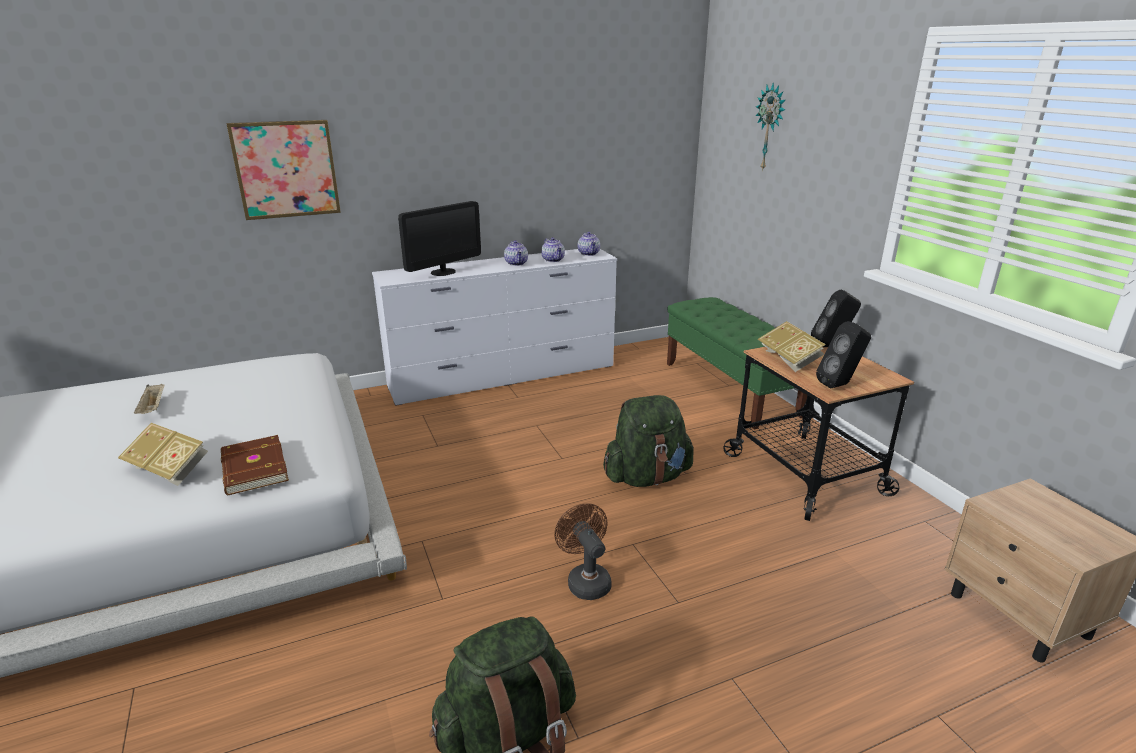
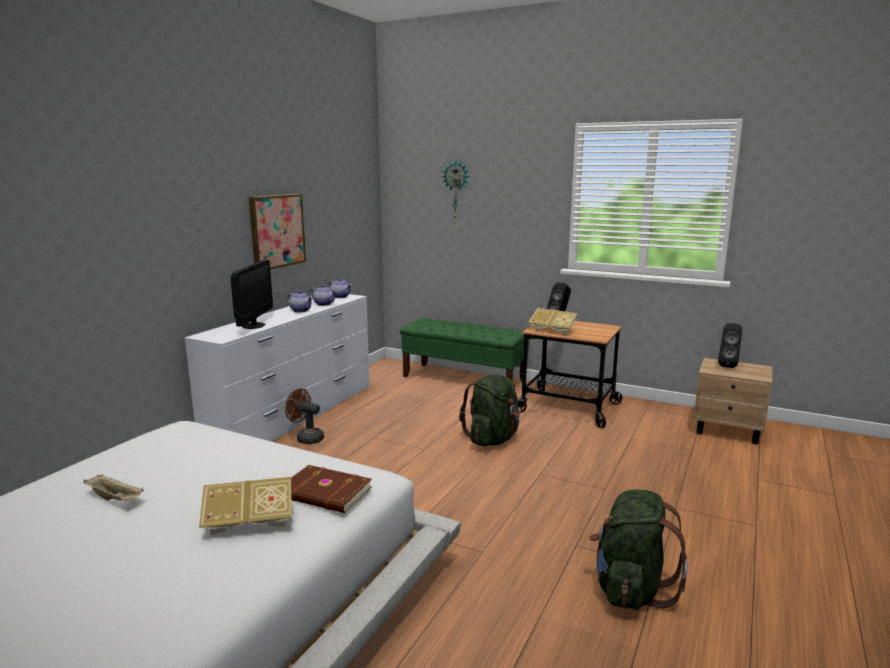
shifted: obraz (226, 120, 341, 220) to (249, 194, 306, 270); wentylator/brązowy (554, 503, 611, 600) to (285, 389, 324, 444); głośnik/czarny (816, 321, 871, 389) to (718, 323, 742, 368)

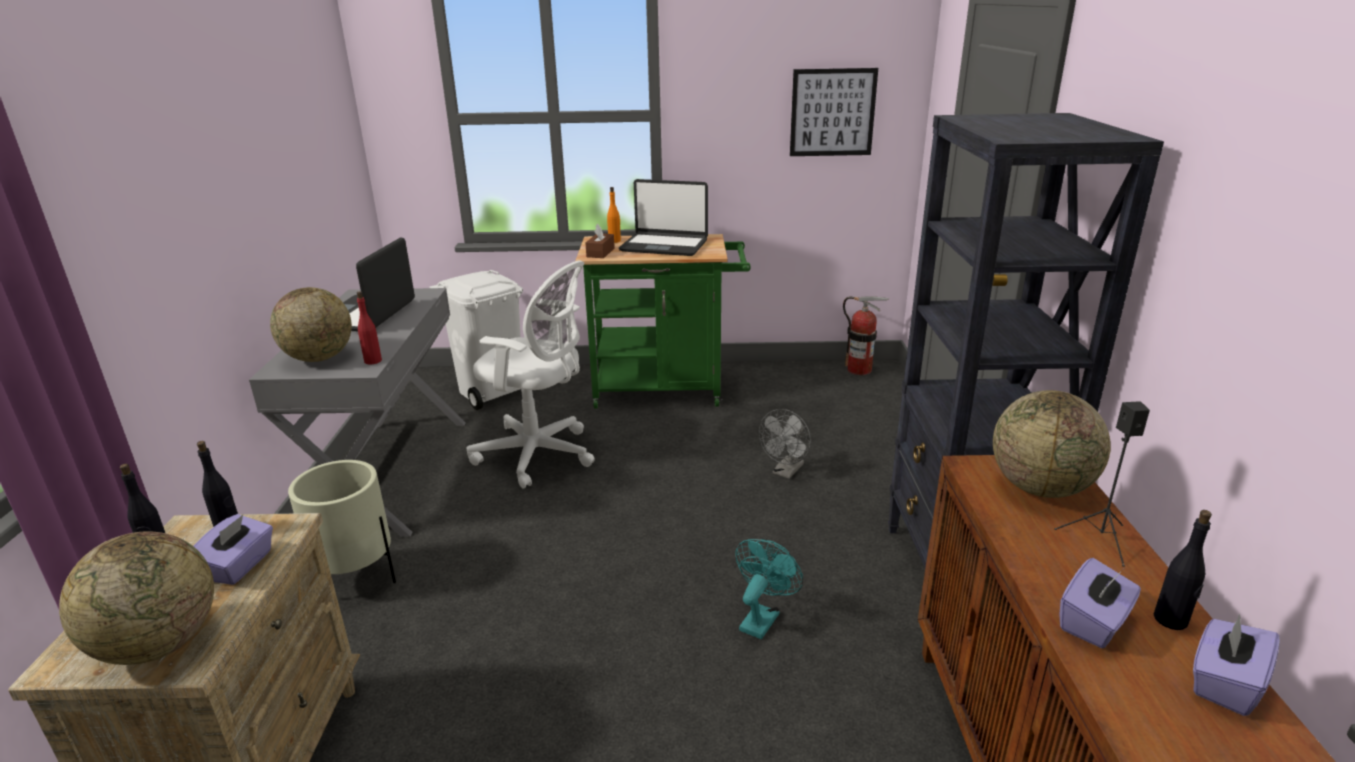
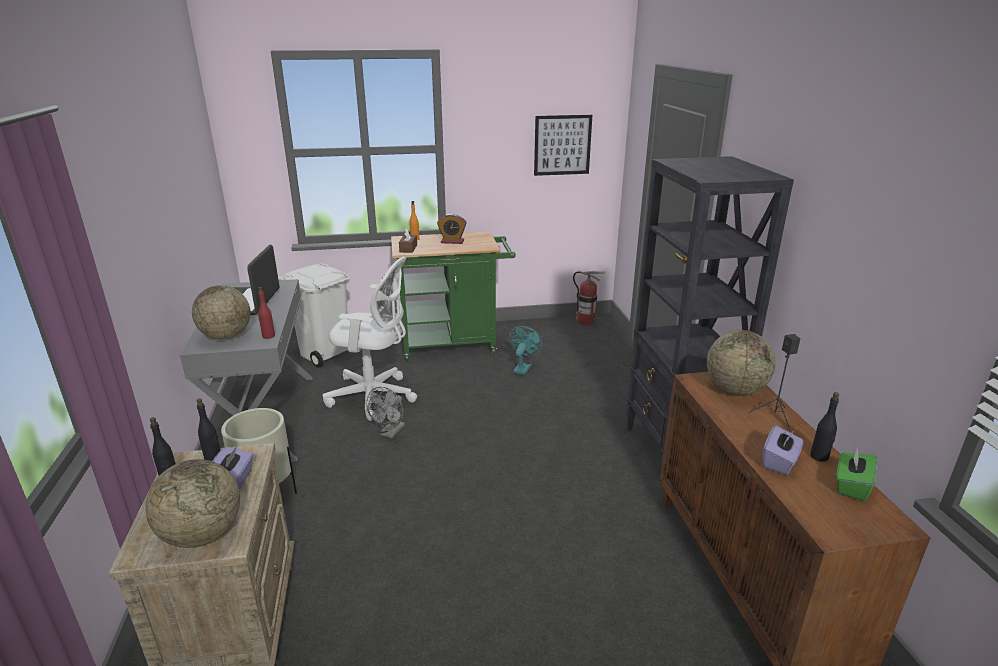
shifted: wentylator/turkusowy (735, 539, 803, 639) to (509, 326, 543, 375); wentylator/szary (759, 409, 811, 479) to (366, 387, 405, 438)
swapped: laptop (619, 179, 708, 256) to budzik (437, 214, 466, 244)
repainted: pudełko chusteczek/fioletowy (1193, 614, 1280, 716) to pudełko chusteczek/zielony (836, 447, 878, 501)

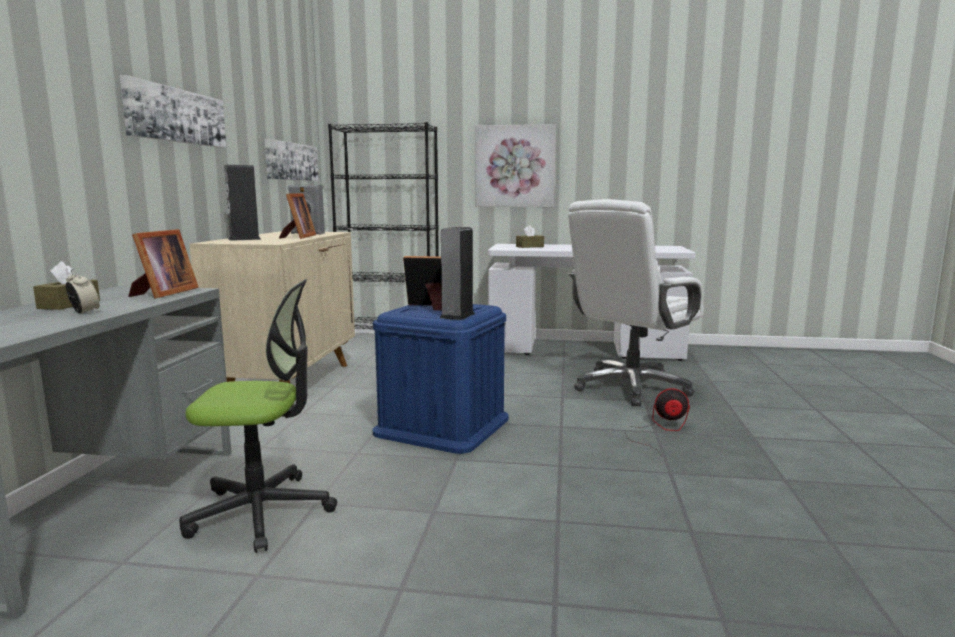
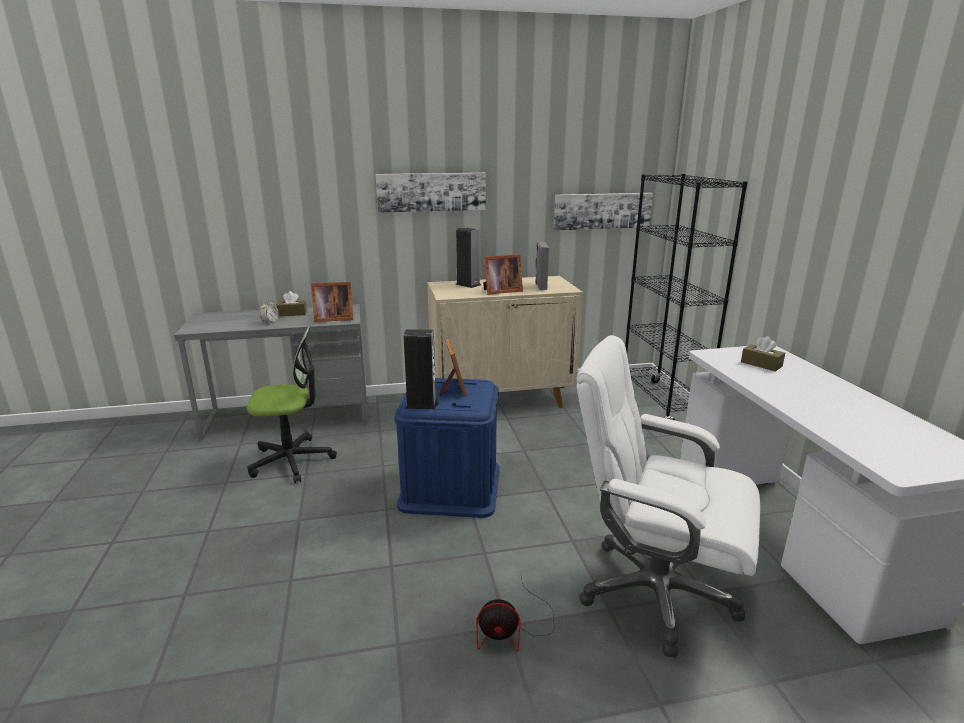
gone: obraz (475, 124, 556, 207)
rotated: krzesło biurowe (179, 279, 337, 553) = (247, 326, 337, 483) 75 degrees counterclockwise; wentylator (625, 388, 690, 457) = (477, 583, 554, 651) 105 degrees clockwise

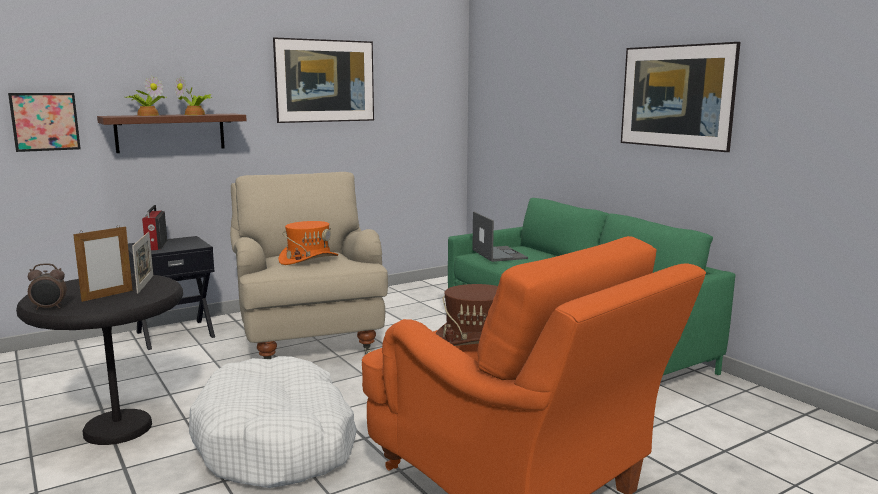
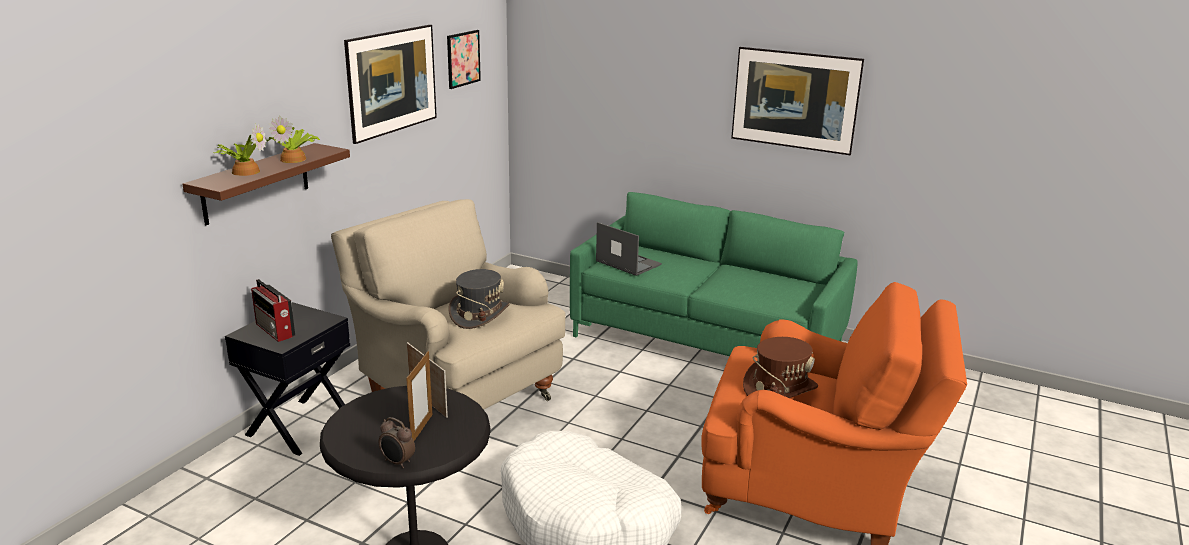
shifted: obraz (8, 93, 81, 152) to (447, 30, 481, 89)
repainted: kapelusz/pomarańczowy (278, 221, 338, 265) to kapelusz/szary (448, 269, 510, 329)
rotated: budzik (28, 263, 67, 310) = (378, 417, 415, 468) 75 degrees clockwise

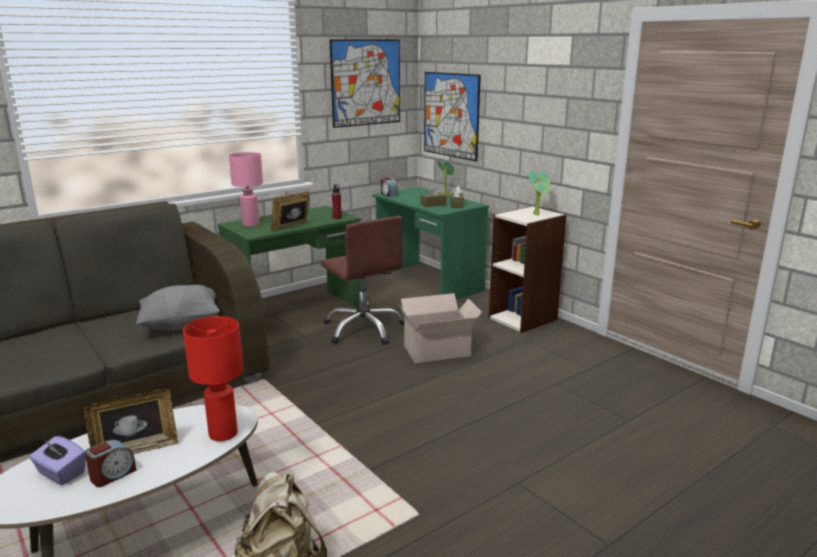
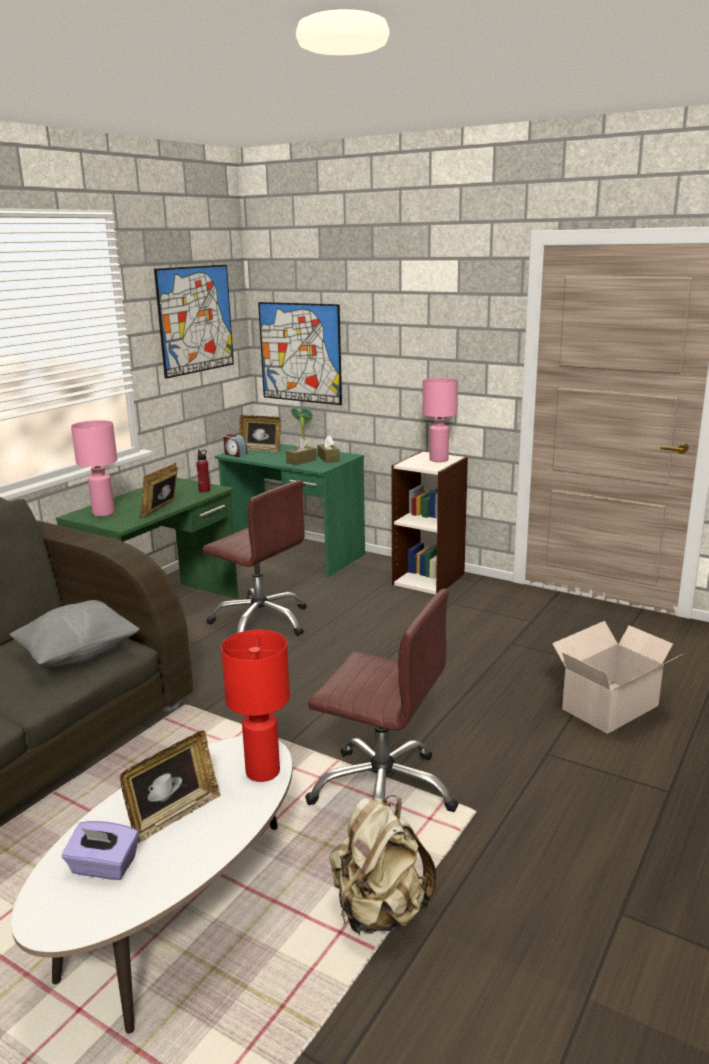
gone: budzik (85, 440, 137, 487)
new: ramka na zdjęcie (239, 415, 281, 452); krzesło biurowe/brązowy (305, 588, 458, 812)
shifted: karton (398, 293, 482, 363) to (552, 621, 683, 734)
swapped: roślina doniczkowa (529, 170, 550, 215) to lampa stołowa/różowy (422, 378, 458, 462)

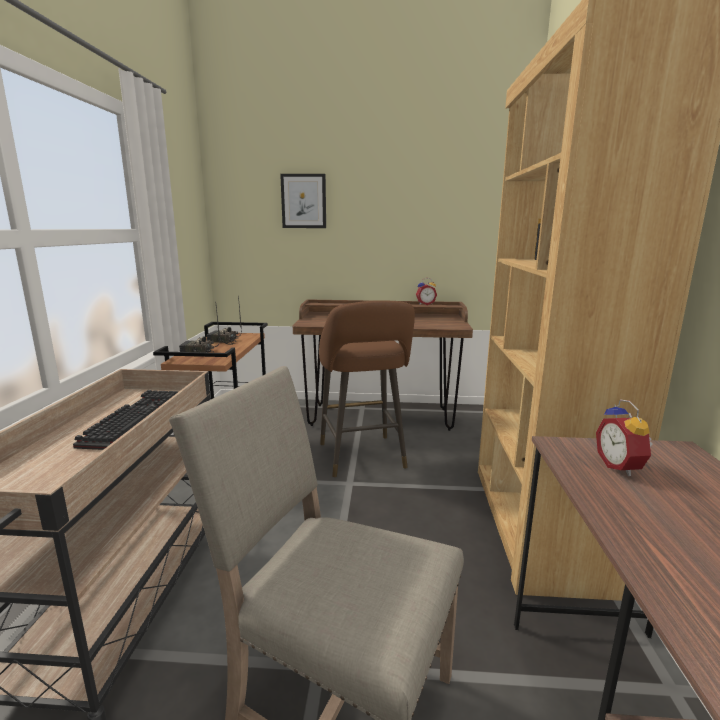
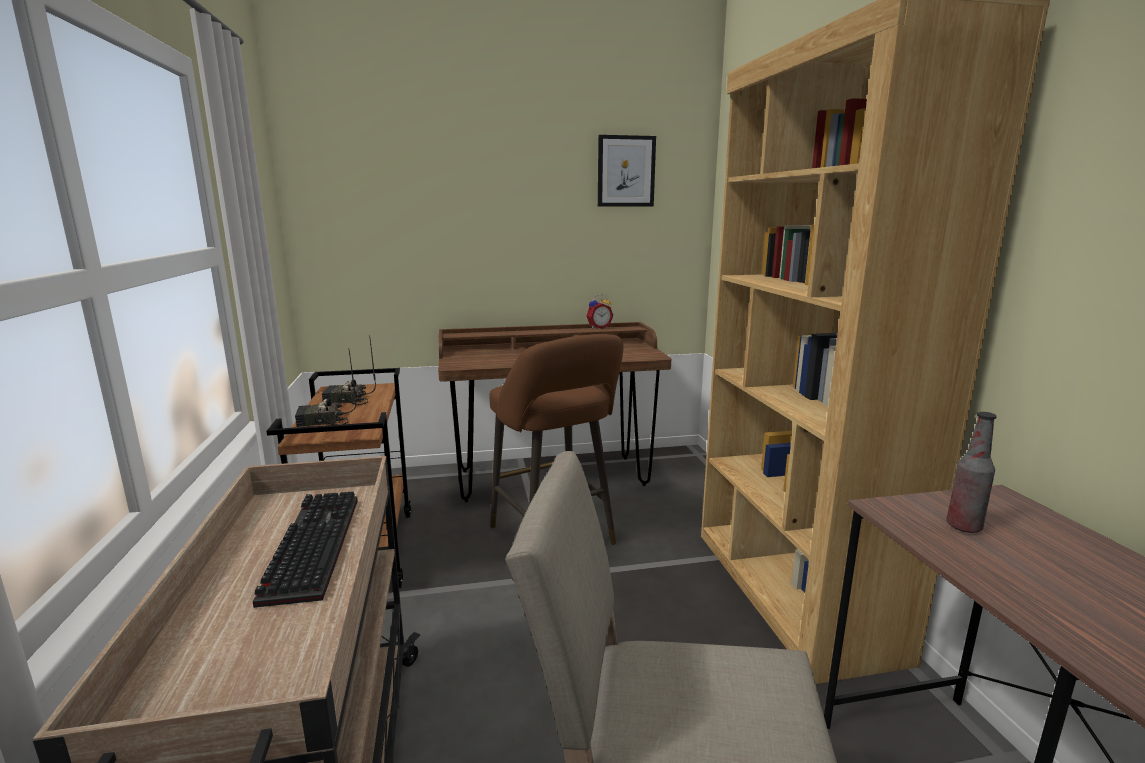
shifted: obraz (280, 174, 326, 228) to (598, 135, 656, 206)
swapped: budzik (596, 400, 652, 476) to butelka (946, 412, 997, 533)

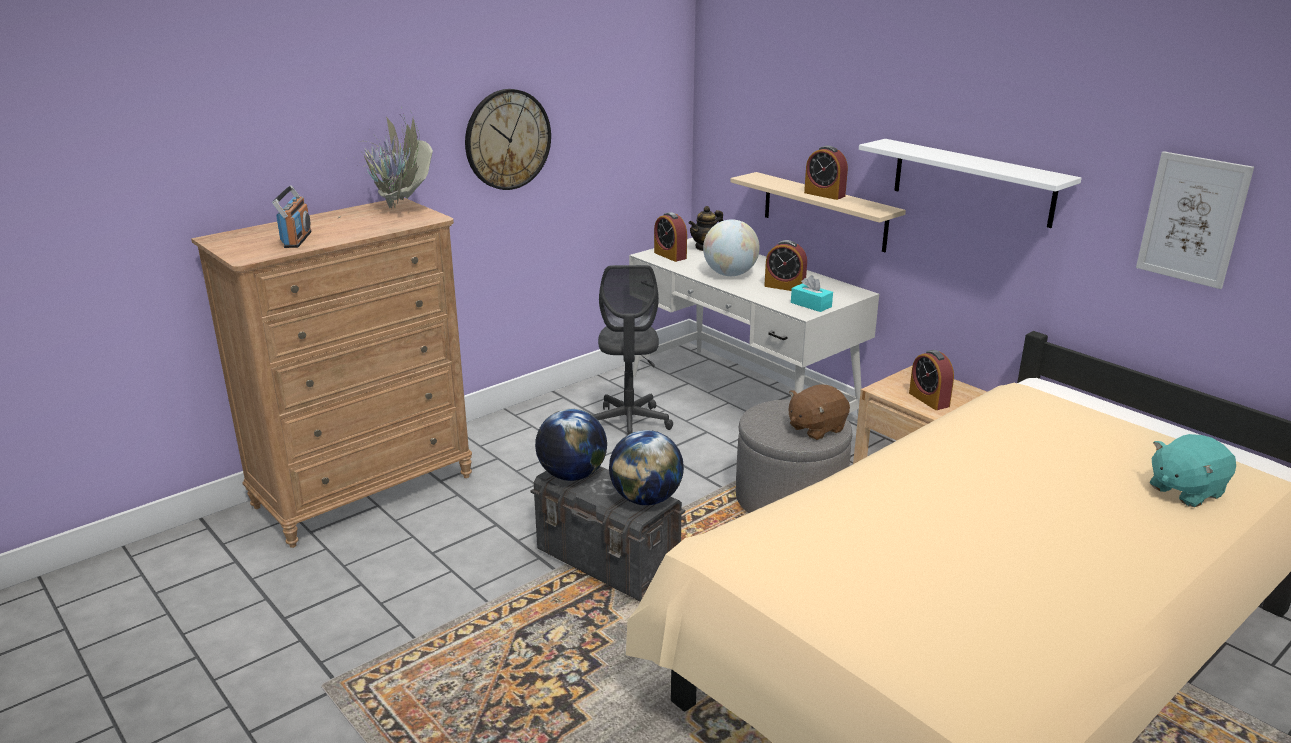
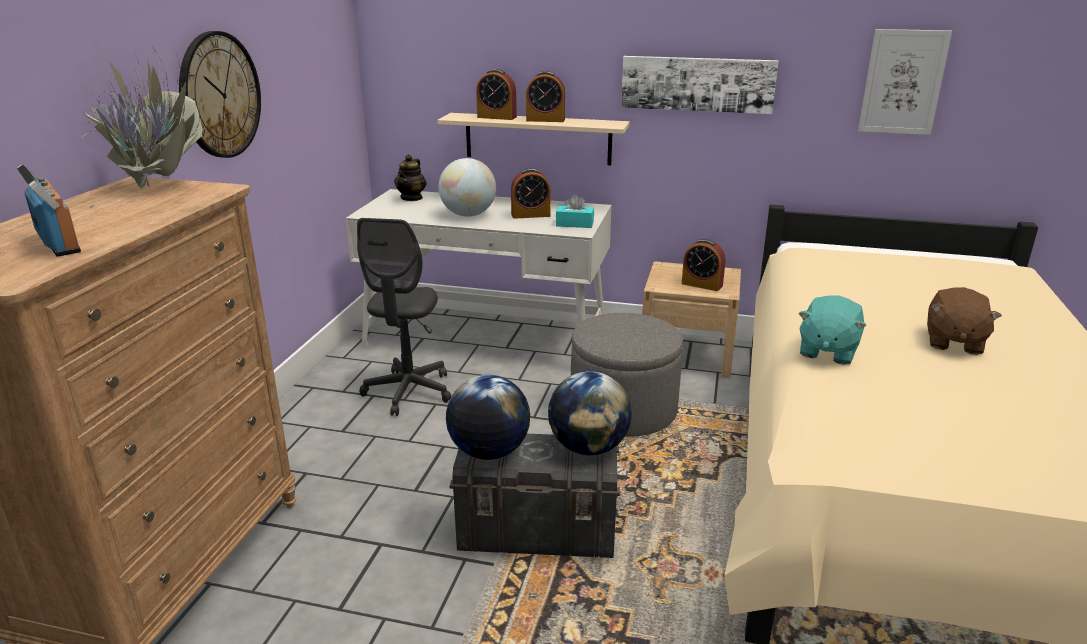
shifted: budzik (654, 212, 687, 262) to (476, 69, 517, 120); pluszak/brązowy (789, 385, 850, 440) to (927, 287, 1002, 355); pluszak/turkusowy (1150, 434, 1236, 507) to (798, 295, 866, 365)
swapped: półka/biały (859, 139, 1082, 228) to obraz (621, 56, 779, 114)
rotated: krzesło biurowe/szary (593, 265, 673, 435) = (357, 218, 452, 416) 45 degrees clockwise

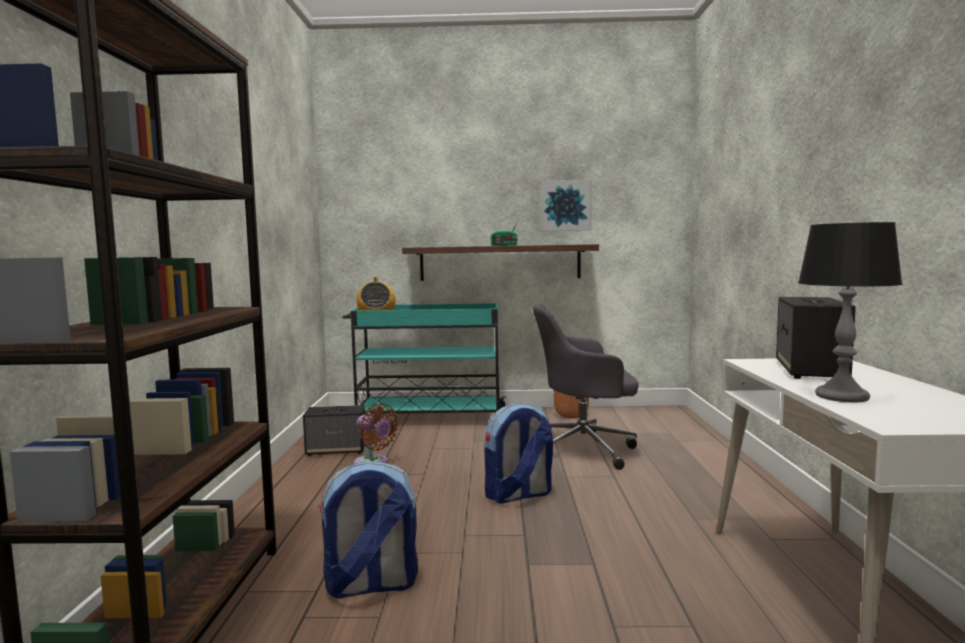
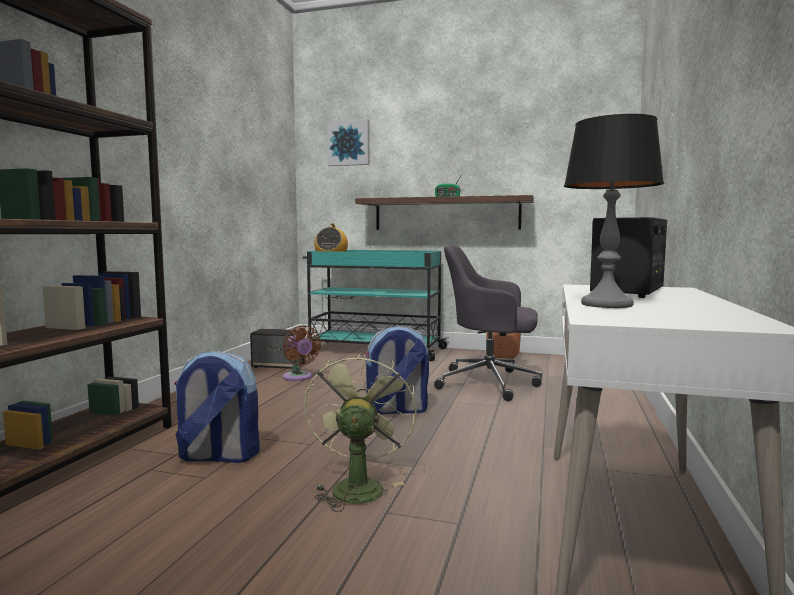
new: wentylator/zielony (304, 352, 417, 512)
shifted: obraz (541, 180, 591, 231) to (327, 119, 370, 166)

